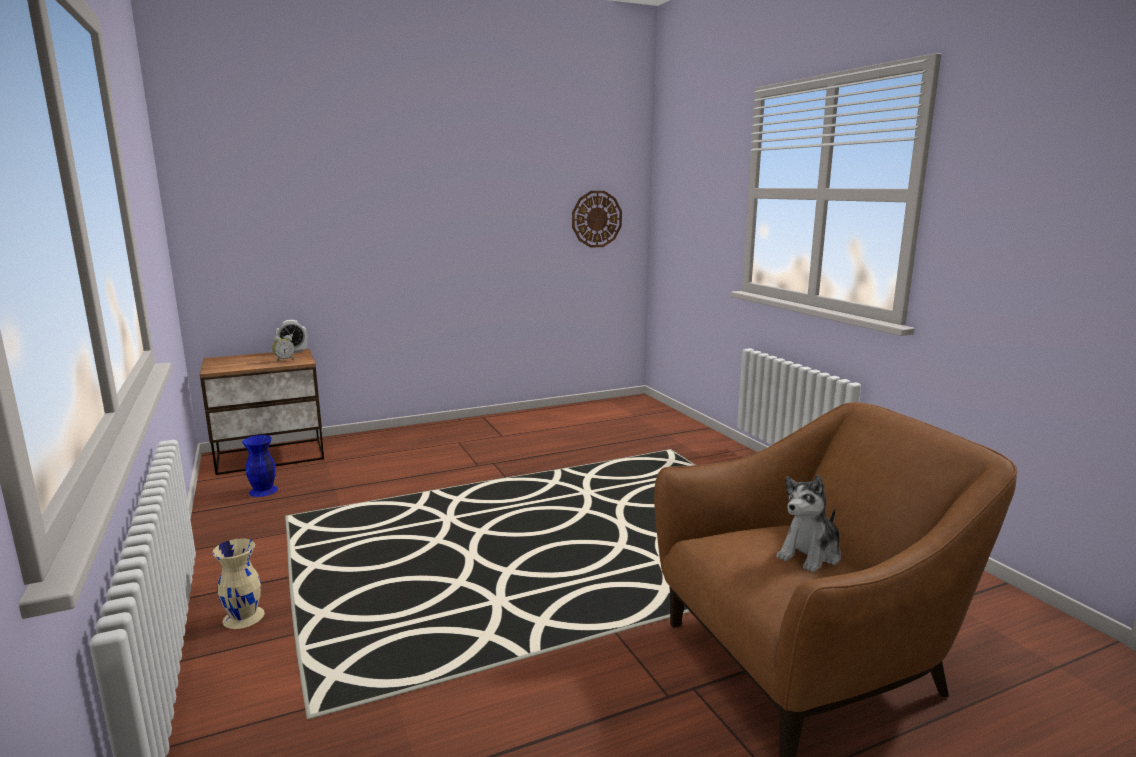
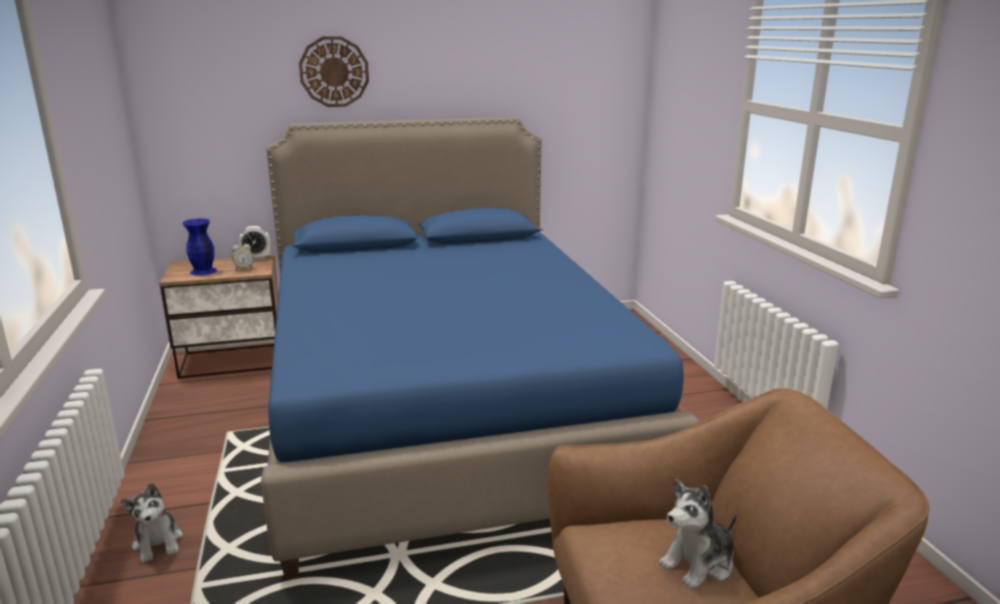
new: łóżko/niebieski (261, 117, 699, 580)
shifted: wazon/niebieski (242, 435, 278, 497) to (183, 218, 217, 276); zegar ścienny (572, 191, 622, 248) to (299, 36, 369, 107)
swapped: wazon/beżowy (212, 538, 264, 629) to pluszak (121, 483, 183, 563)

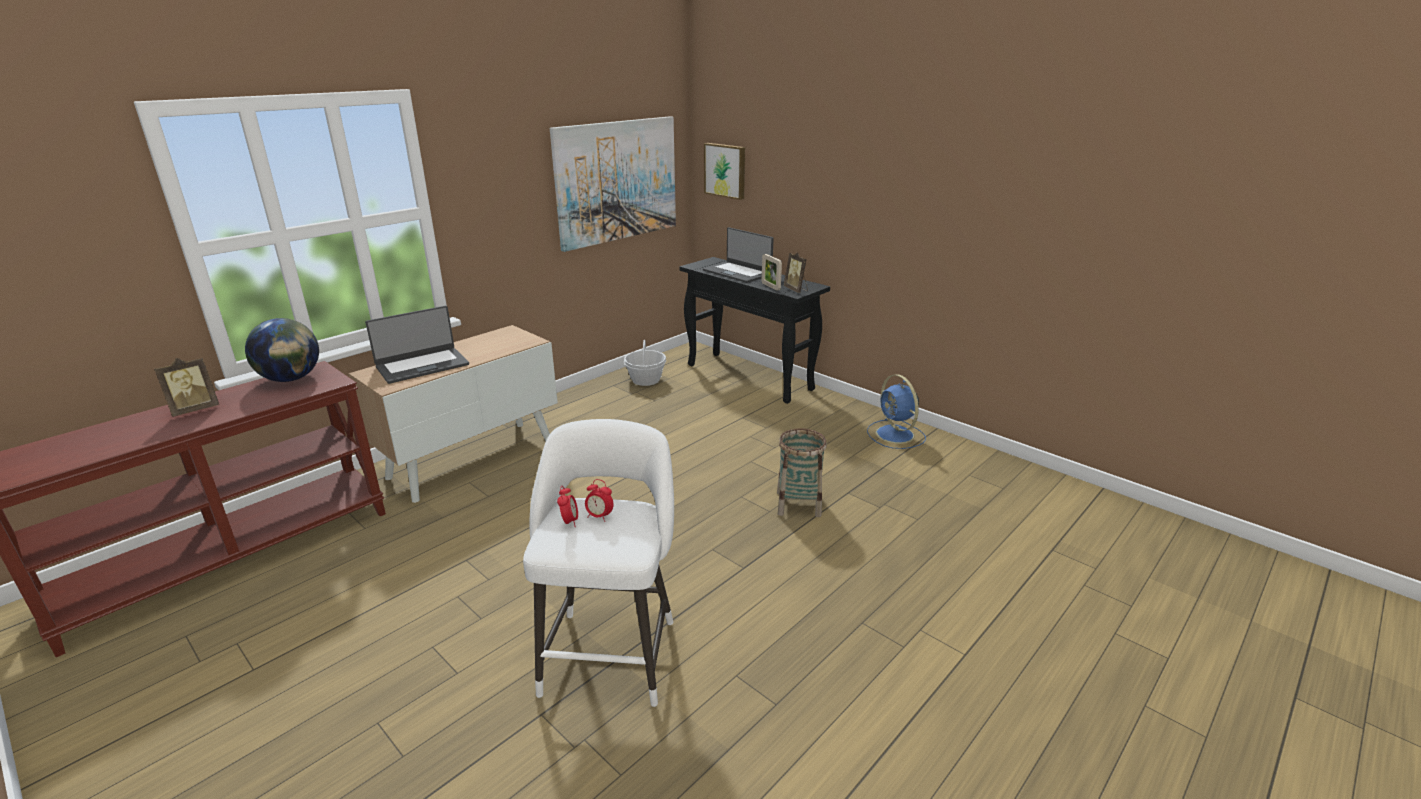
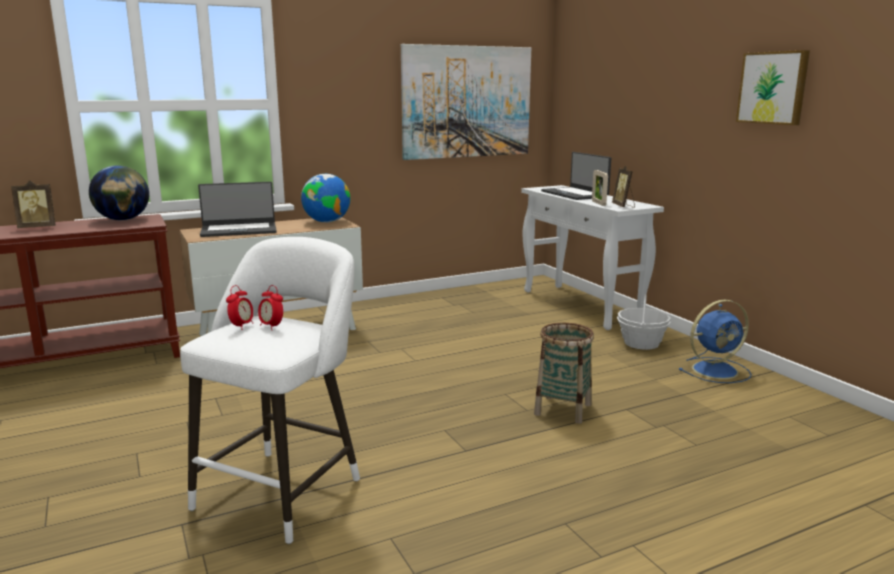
new: globus (301, 174, 350, 222)
shifted: koszyk (624, 340, 666, 386) to (617, 294, 671, 350); obraz (704, 143, 745, 200) to (736, 50, 810, 125)
repainted: stolik konsolowy/czarny (680, 257, 830, 404) to stolik konsolowy/biały (521, 185, 664, 330)
rotated: wentylator/niebieski (867, 374, 926, 449) = (678, 299, 752, 383) 105 degrees counterclockwise

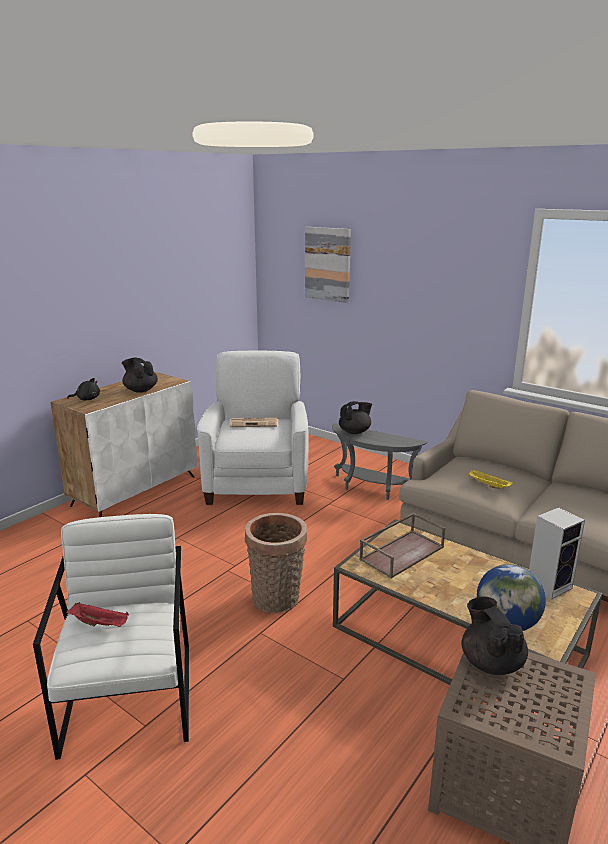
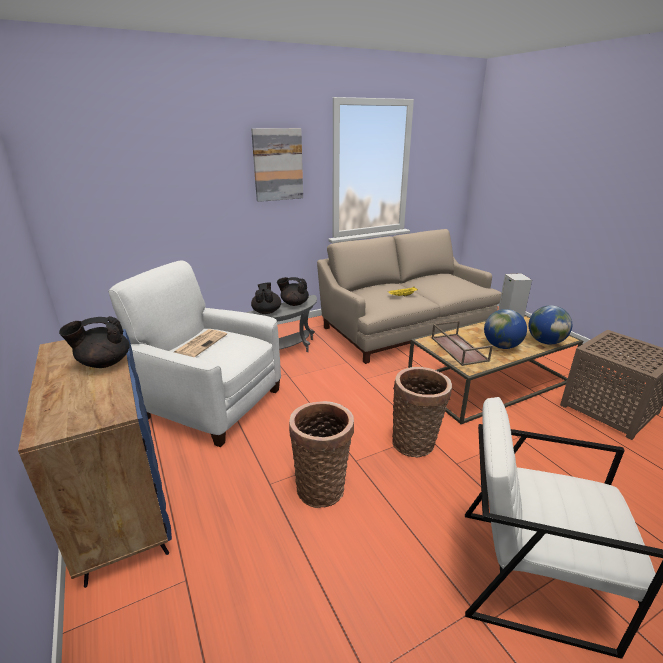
gone: pluszak/czarny (67, 378, 100, 401); taca/czerwony (67, 602, 129, 627)
new: koszyk (289, 401, 354, 508); globus (484, 309, 527, 349)
shifted: obraz (305, 227, 351, 303) to (251, 128, 303, 202); imbryk/czarny (462, 597, 528, 675) to (277, 277, 309, 306)
repainted: szafka/biały (51, 372, 197, 517) to szafka/niebieski (18, 329, 172, 588)

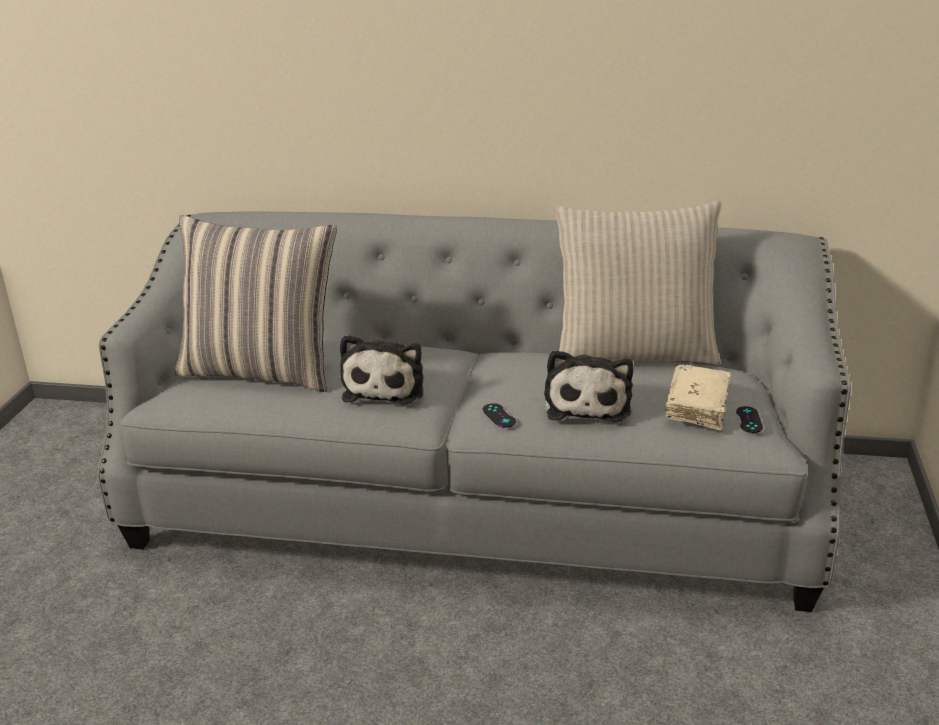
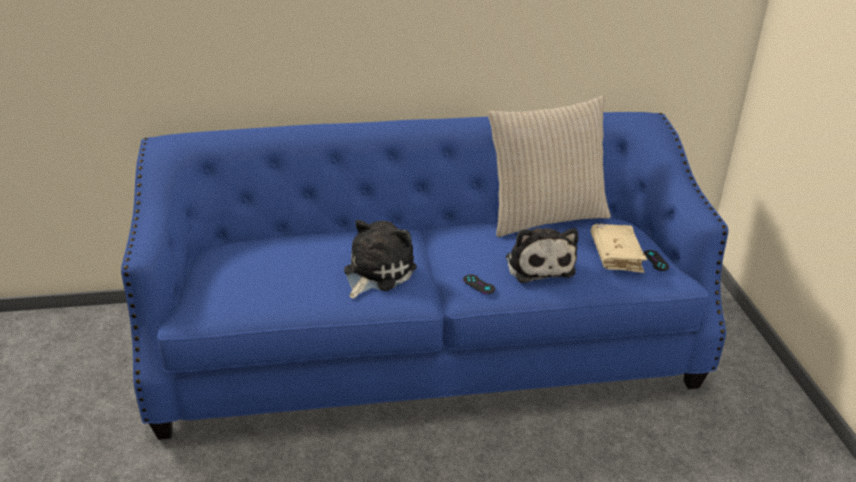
gone: poduszka (175, 215, 337, 392)
repainted: kanapa/szary (97, 211, 851, 612) to kanapa/niebieski (121, 112, 728, 440)
rotated: pluszak (340, 335, 424, 405) = (344, 220, 417, 299) 135 degrees counterclockwise

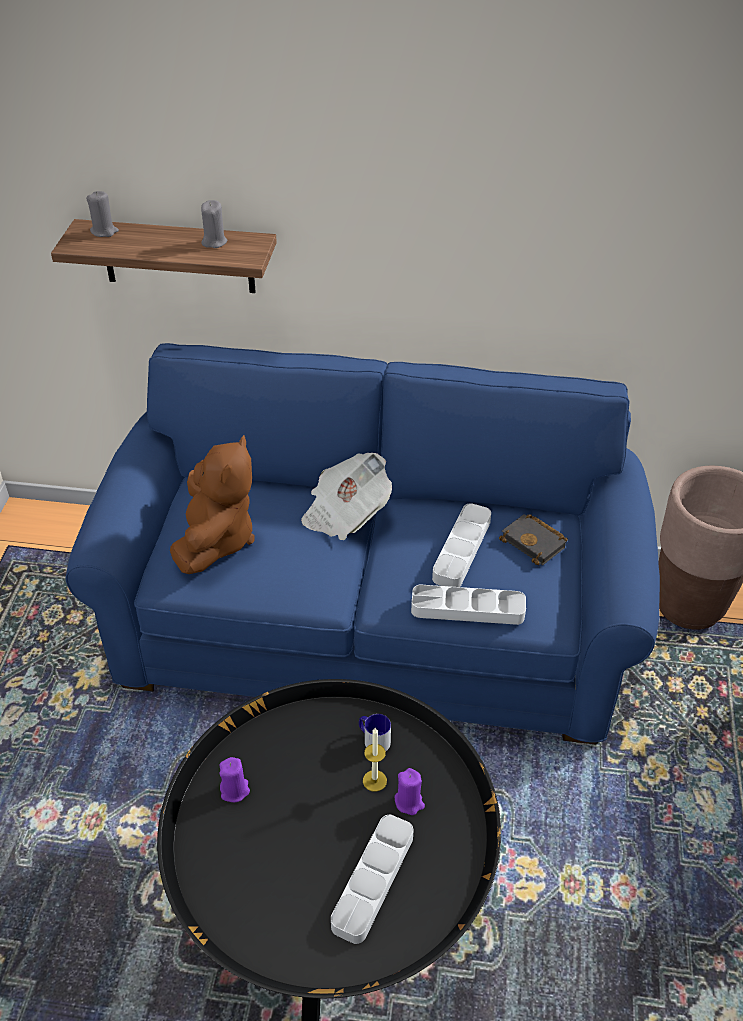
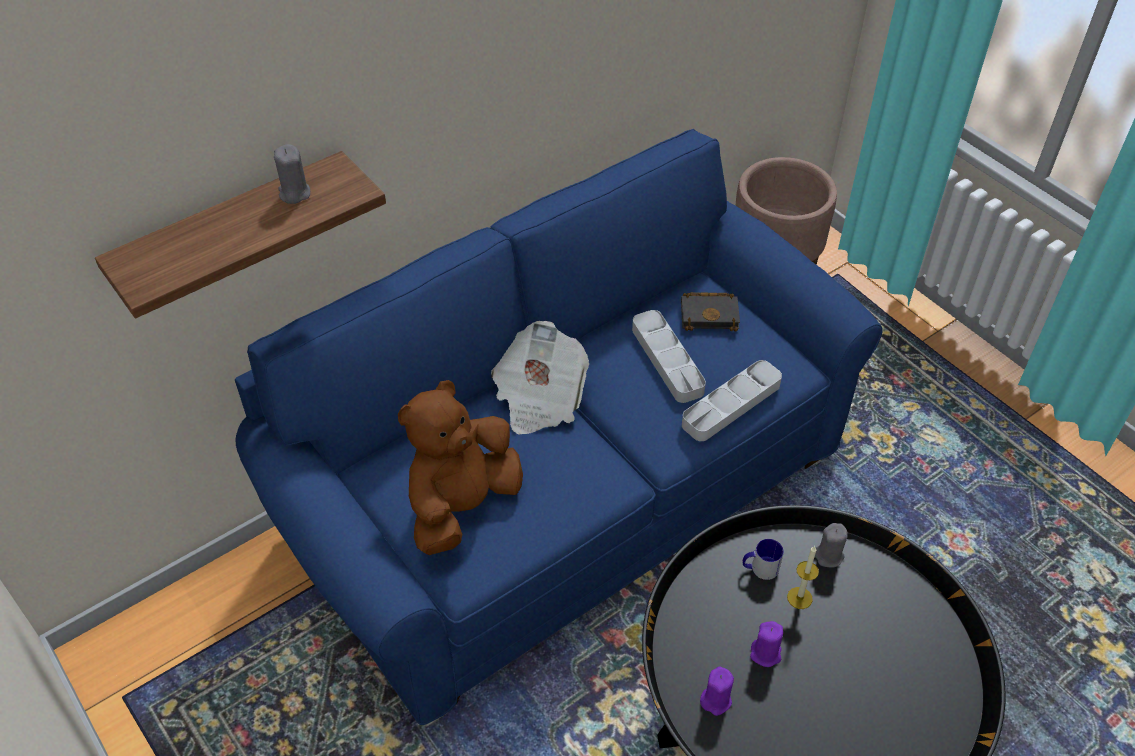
gone: taca/szary (331, 815, 413, 944)
shifted: świeca/szary (86, 191, 119, 237) to (815, 523, 848, 567); świeca/fioletowy (394, 768, 425, 815) to (750, 621, 783, 667)
rotated: pluszak/brązowy (170, 435, 255, 574) = (398, 380, 523, 555) 105 degrees counterclockwise

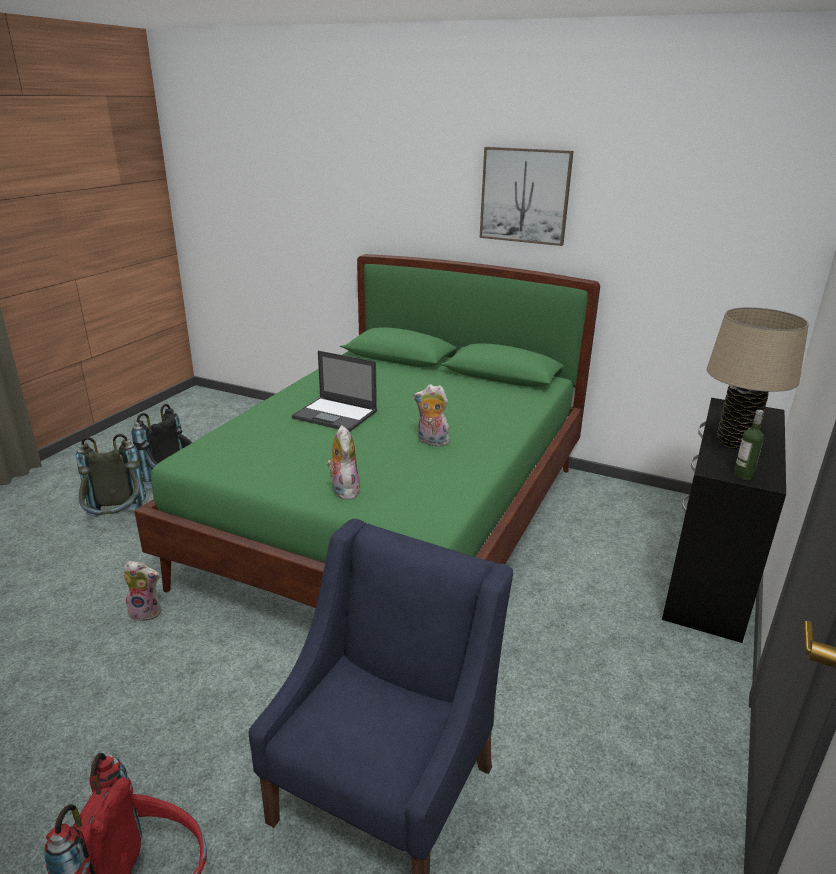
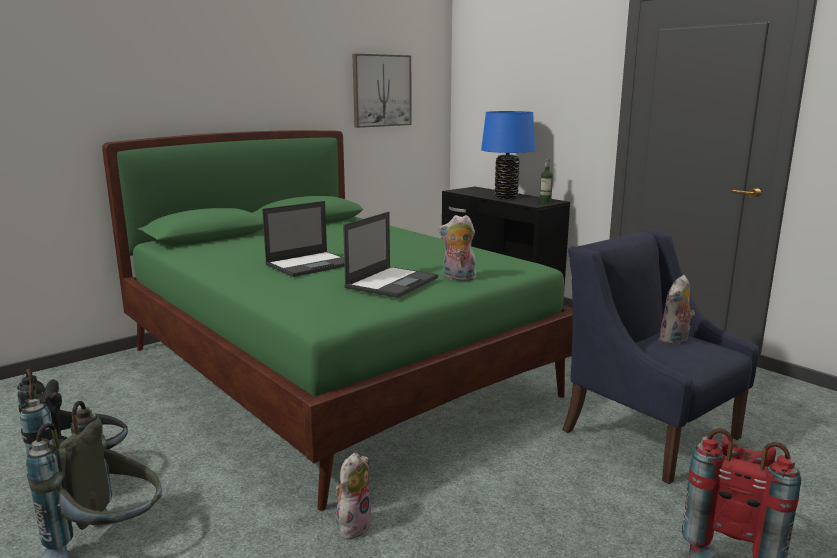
new: laptop (343, 212, 438, 298)
shifted: pluszak (414, 384, 449, 446) to (659, 275, 695, 344); obraz (479, 147, 574, 246) to (352, 54, 412, 128)
repainted: lampa stołowa/beżowy (707, 307, 809, 449) to lampa stołowa/niebieski (481, 111, 535, 199)

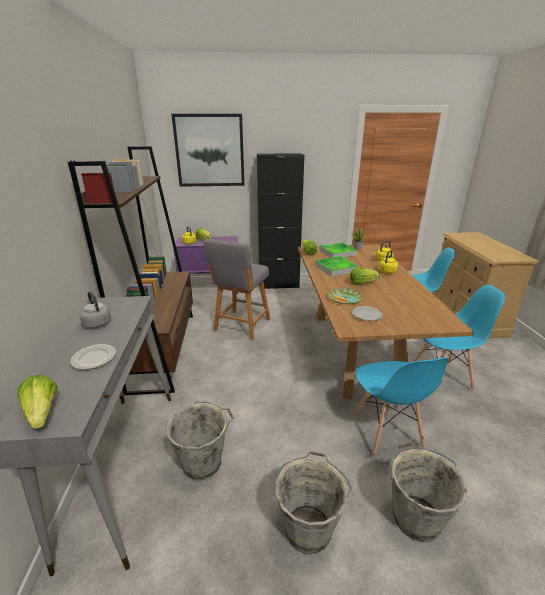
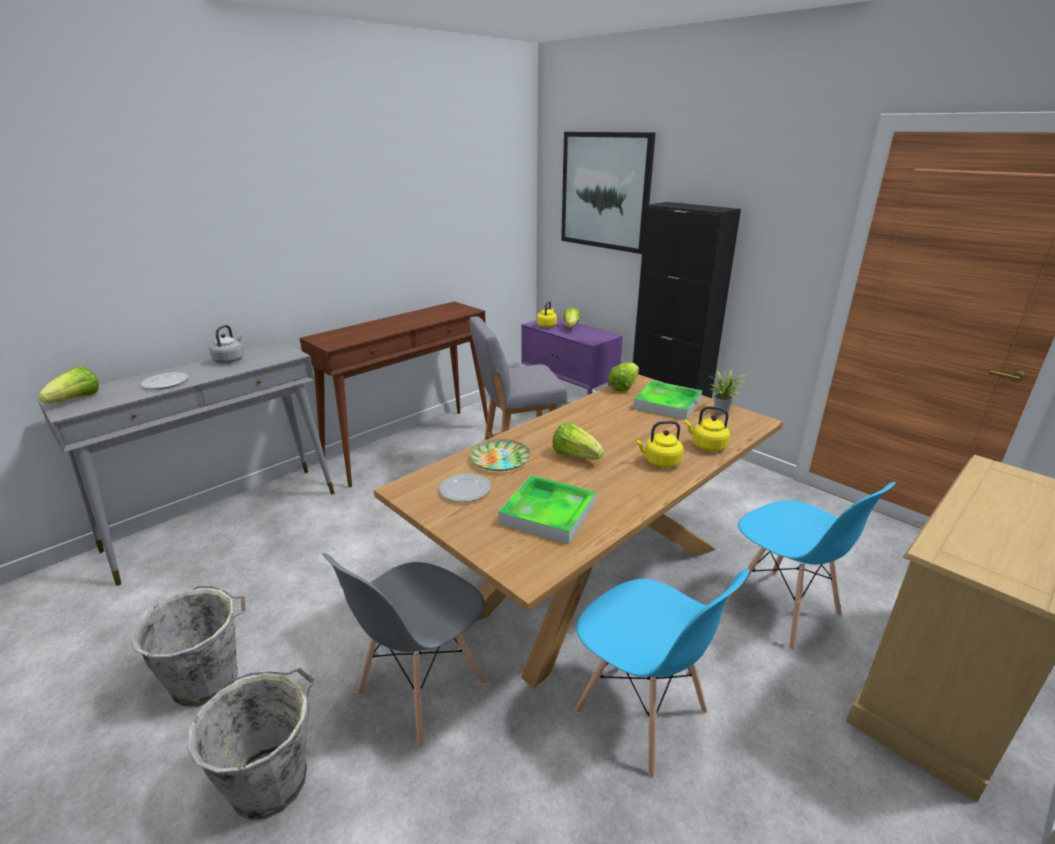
gone: wiadro/szary (166, 401, 234, 480)
shifted: taca (315, 256, 358, 277) to (498, 475, 596, 545)
swapped: regał/brązowy (68, 146, 193, 395) to stolik konsolowy/brązowy (300, 301, 488, 487)
repainted: krzesło/niebieski (352, 357, 449, 458) to krzesło/szary (322, 553, 486, 748)

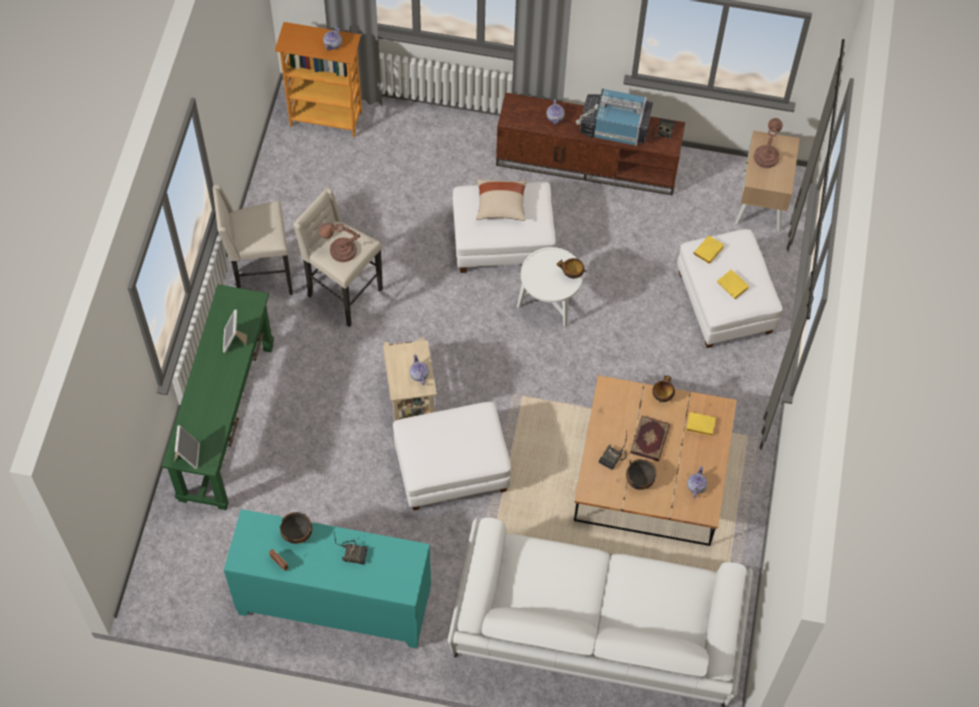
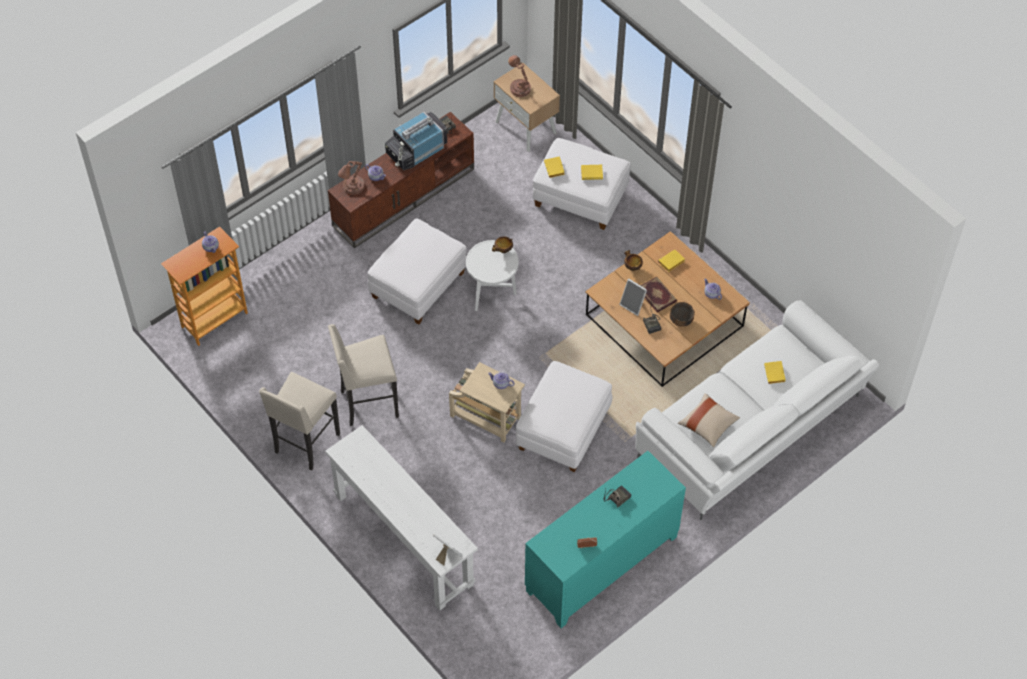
gone: miska (280, 512, 312, 544)
new: książka/żółty (764, 361, 786, 384)
shifted: ramka na zdjęcie (223, 310, 247, 353) to (619, 278, 647, 316); lampa stołowa/brązowy (318, 223, 360, 262) to (338, 161, 365, 195); poduszka/beżowy (476, 179, 527, 221) to (678, 393, 740, 447)
repainted: stolik konsolowy/zielony (162, 284, 274, 510) to stolik konsolowy/biały (325, 425, 478, 610)

